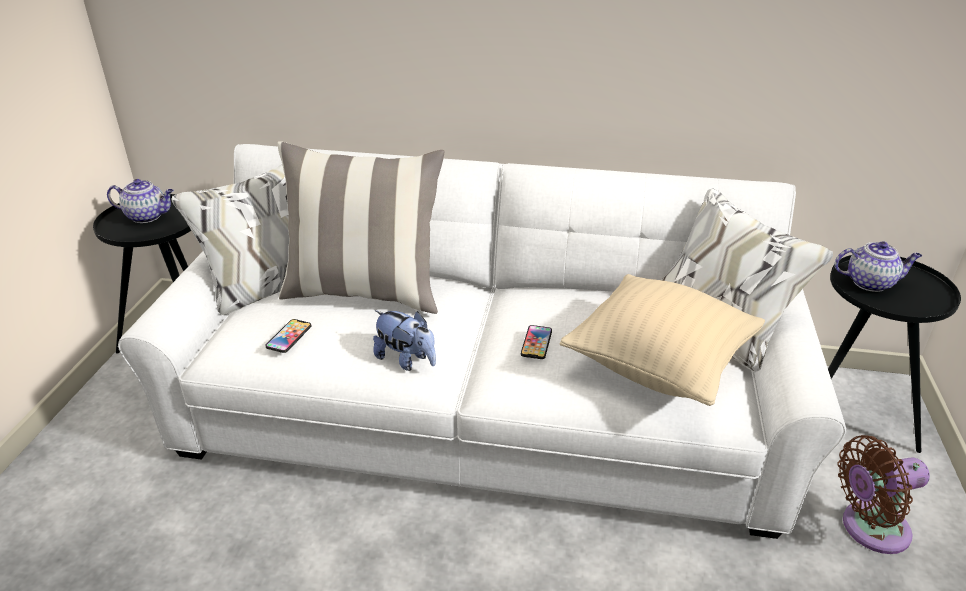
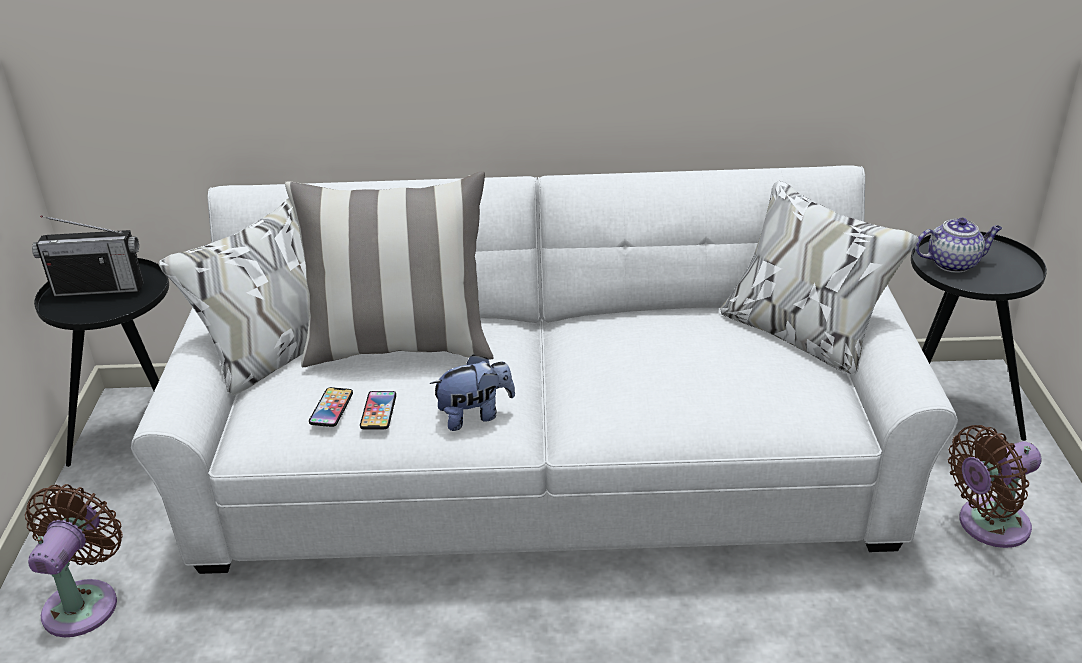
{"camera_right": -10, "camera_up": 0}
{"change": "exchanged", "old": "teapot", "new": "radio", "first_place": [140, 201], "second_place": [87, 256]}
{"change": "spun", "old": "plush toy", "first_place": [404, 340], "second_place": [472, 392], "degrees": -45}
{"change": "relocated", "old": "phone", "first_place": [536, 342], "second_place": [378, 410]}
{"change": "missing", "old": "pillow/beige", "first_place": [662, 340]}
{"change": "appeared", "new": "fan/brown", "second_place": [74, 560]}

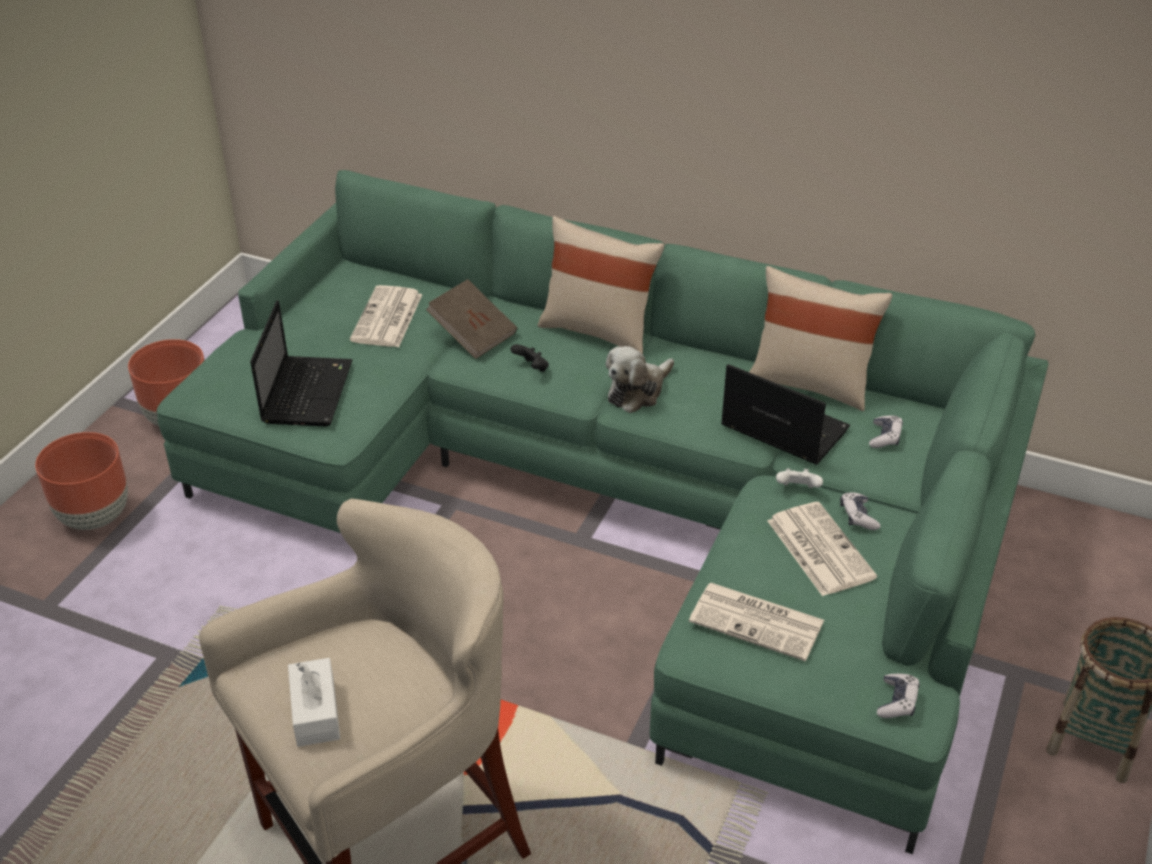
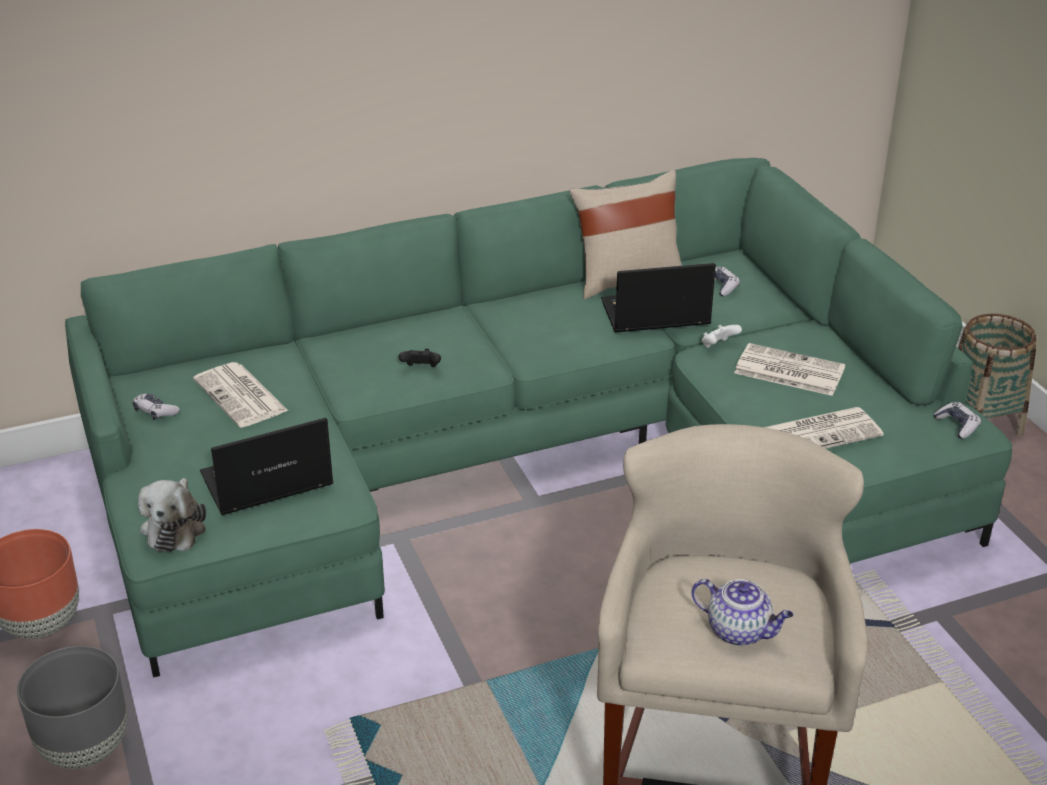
{"camera_right": -45, "camera_up": -5}
{"change": "colour", "old": "planter/brown", "new": "planter/grey", "first_place": [81, 481], "second_place": [72, 707]}
{"change": "spun", "old": "laptop", "first_place": [301, 363], "second_place": [267, 466], "degrees": -75}
{"change": "exchanged", "old": "tissue box/white", "new": "teapot", "first_place": [314, 702], "second_place": [742, 612]}
{"change": "missing", "old": "book/brown", "first_place": [471, 319]}
{"change": "missing", "old": "pillow/beige", "first_place": [601, 285]}
{"change": "relocated", "old": "plush toy", "first_place": [640, 379], "second_place": [172, 515]}
{"change": "relocated", "old": "game controller", "first_place": [860, 511], "second_place": [156, 407]}

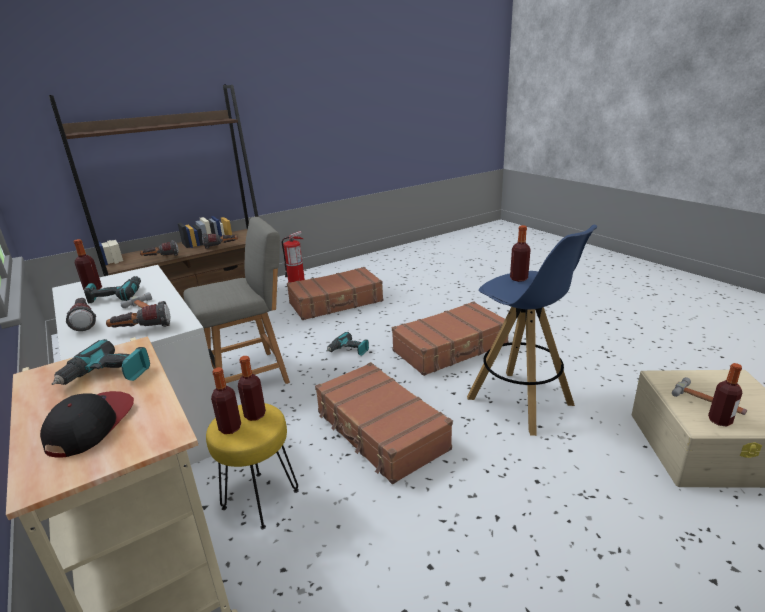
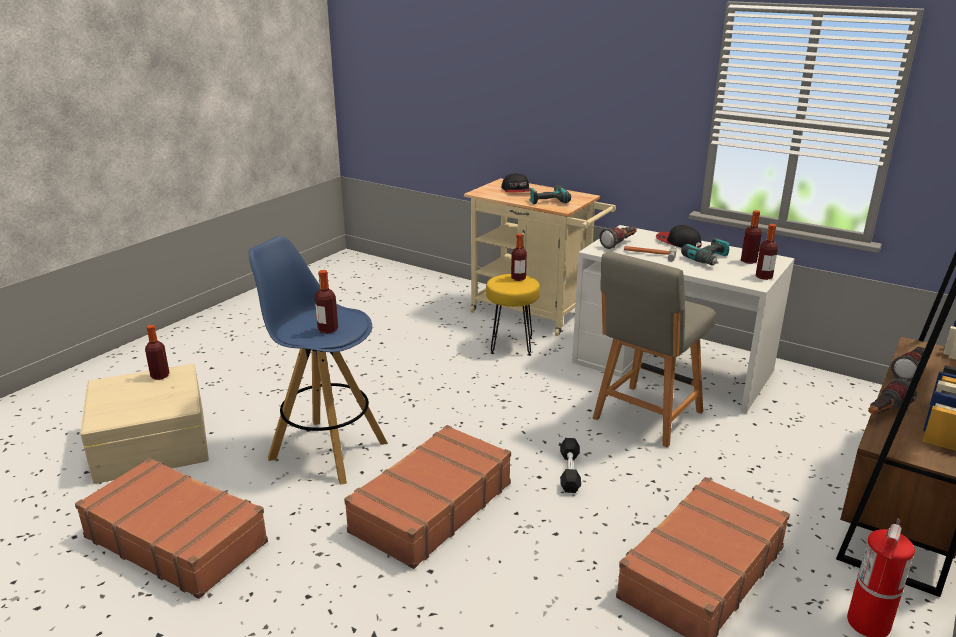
{"camera_right": 155, "camera_up": 0}
{"change": "exchanged", "old": "flashlight", "new": "cap", "first_place": [81, 314], "second_place": [678, 236]}
{"change": "relocated", "old": "bottle", "first_place": [252, 388], "second_place": [767, 252]}
{"change": "relocated", "old": "suitcase/brown", "first_place": [384, 423], "second_place": [171, 528]}
{"change": "exchanged", "old": "power drill", "new": "dumbbell/black", "first_place": [348, 344], "second_place": [570, 465]}
{"change": "missing", "old": "hammer", "first_place": [709, 396]}

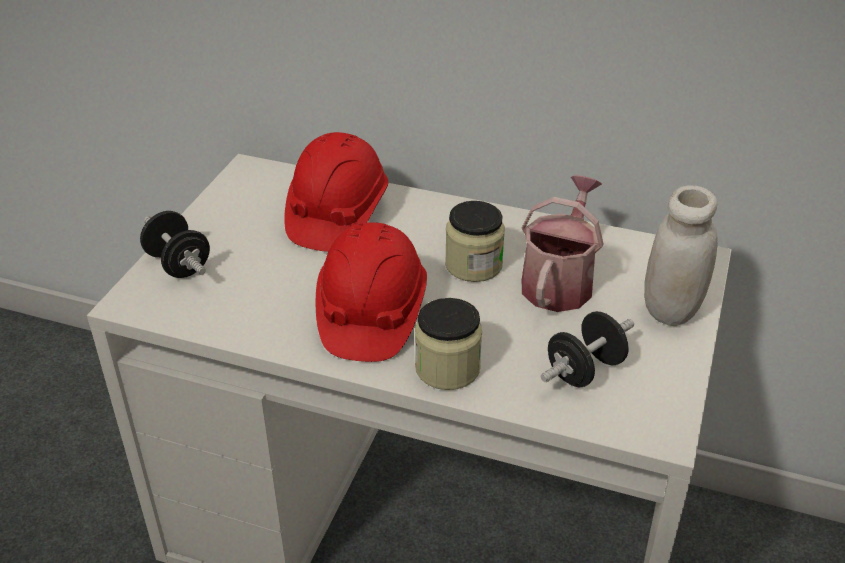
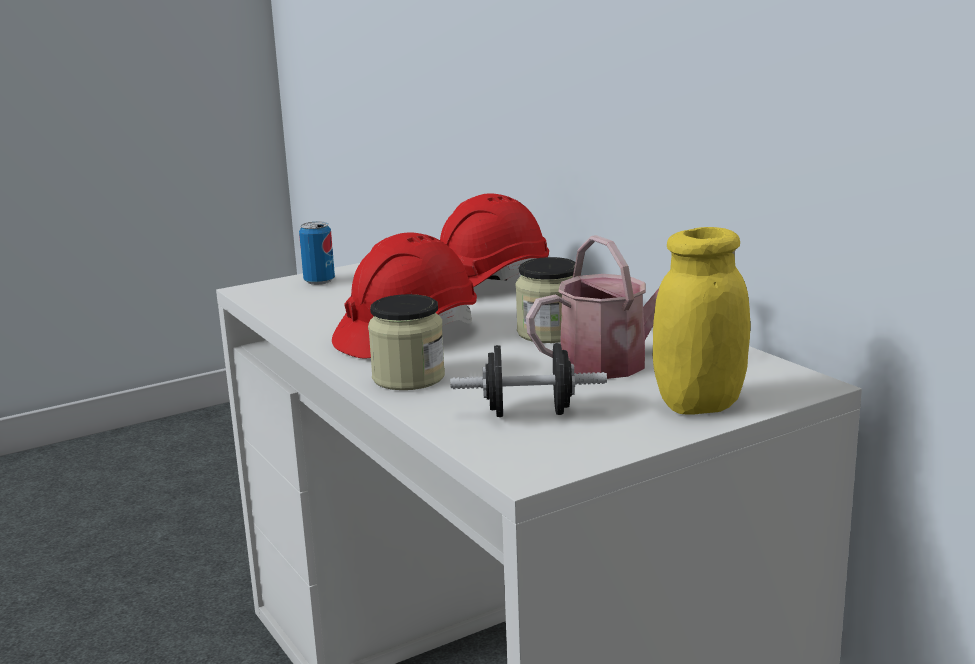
{"camera_right": 40, "camera_up": -20}
{"change": "exchanged", "old": "dumbbell/black", "new": "can", "first_place": [175, 244], "second_place": [317, 253]}
{"change": "colour", "old": "jar/white", "new": "jar/yellow", "first_place": [681, 255], "second_place": [701, 321]}

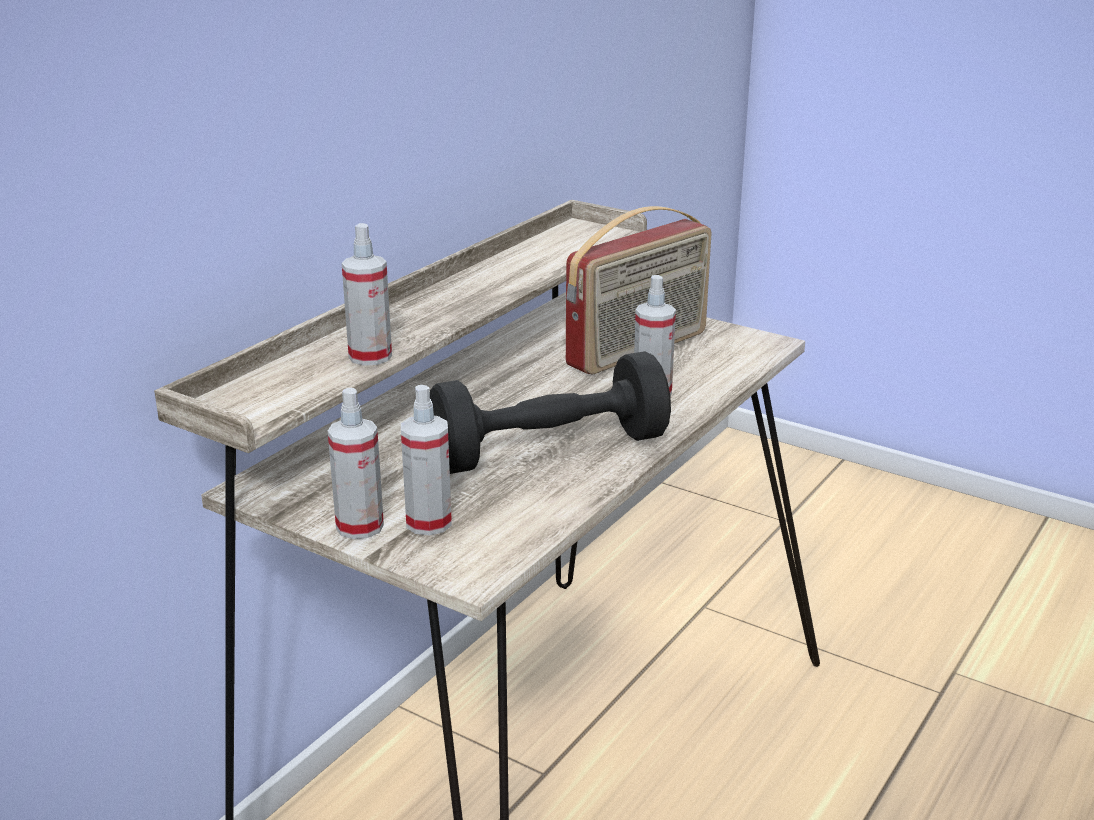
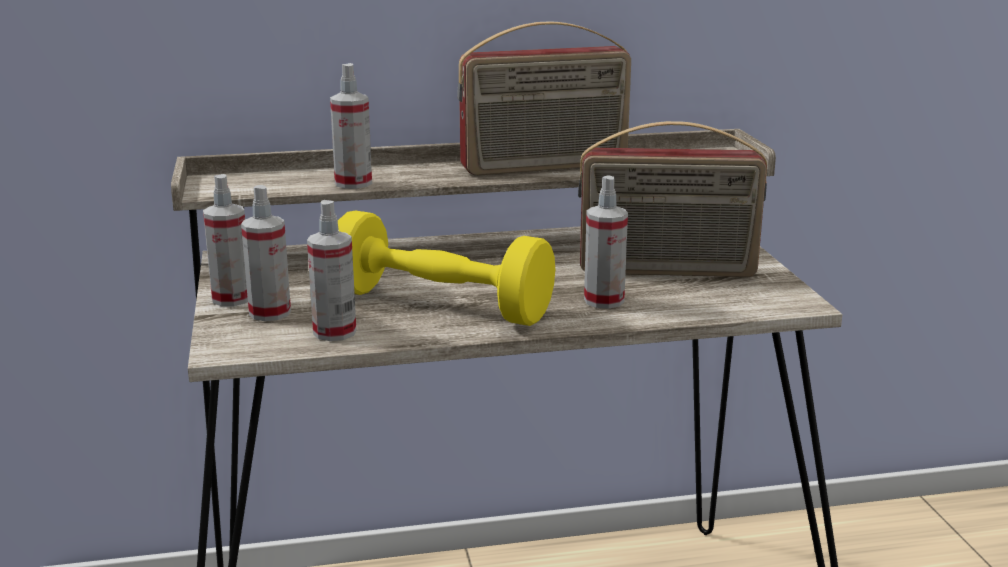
{"camera_right": 45, "camera_up": -5}
{"change": "colour", "old": "dumbbell/black", "new": "dumbbell/yellow", "first_place": [550, 412], "second_place": [446, 268]}
{"change": "appeared", "new": "spray bottle", "second_place": [331, 270]}
{"change": "appeared", "new": "radio", "second_place": [544, 98]}

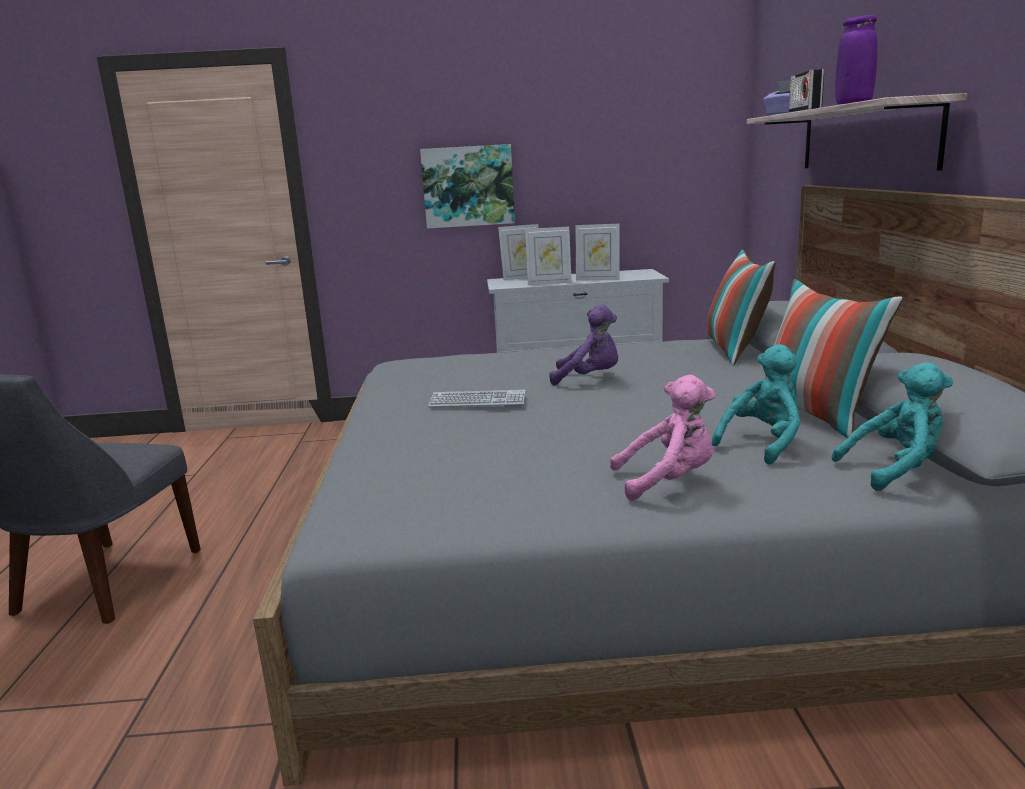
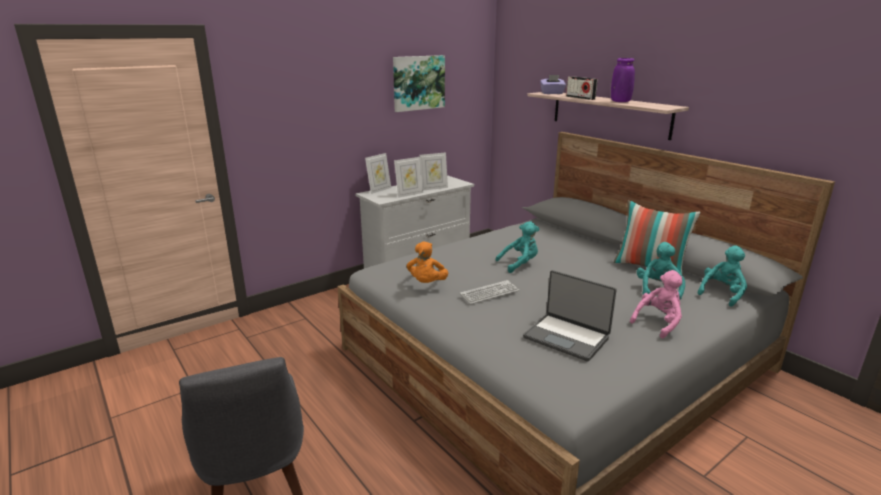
{"camera_right": -35, "camera_up": 5}
{"change": "relocated", "old": "picture", "first_place": [467, 186], "second_place": [419, 83]}
{"change": "colour", "old": "plush toy/purple", "new": "plush toy/turquoise", "first_place": [584, 344], "second_place": [517, 247]}
{"change": "missing", "old": "pillow", "first_place": [741, 307]}
{"change": "appeared", "new": "plush toy/orange", "second_place": [427, 262]}
{"change": "appeared", "new": "laptop", "second_place": [570, 316]}

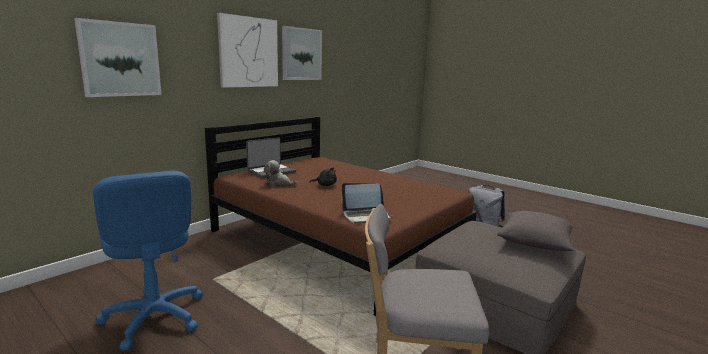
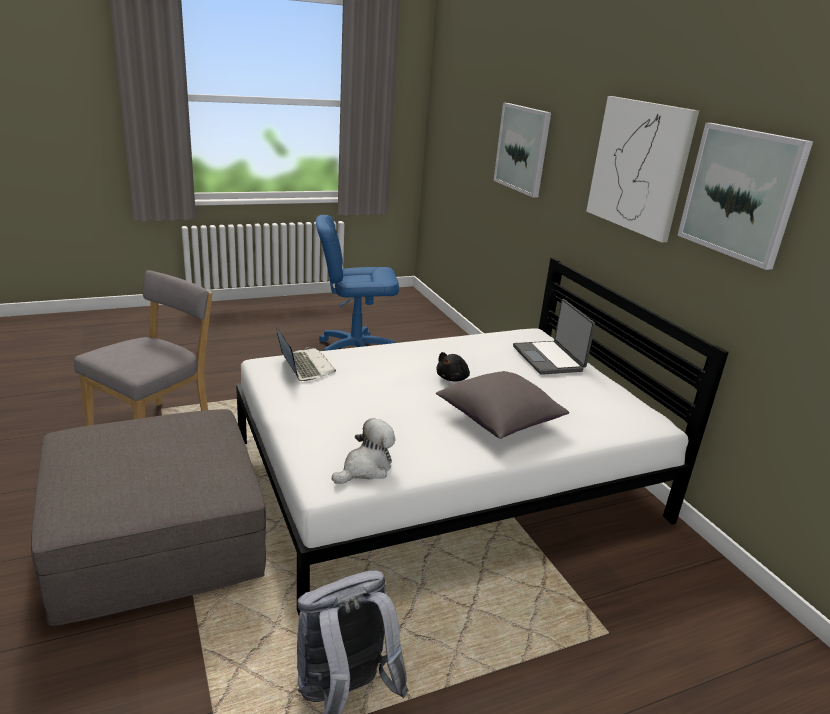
{"camera_right": 115, "camera_up": 10}
{"change": "colour", "old": "bed/brown", "new": "bed/white", "first_place": [341, 216], "second_place": [482, 436]}
{"change": "relocated", "old": "plush toy", "first_place": [281, 173], "second_place": [363, 451]}
{"change": "spun", "old": "laptop", "first_place": [366, 203], "second_place": [306, 354], "degrees": 135}
{"change": "relocated", "old": "pillow/grey", "first_place": [536, 231], "second_place": [502, 405]}

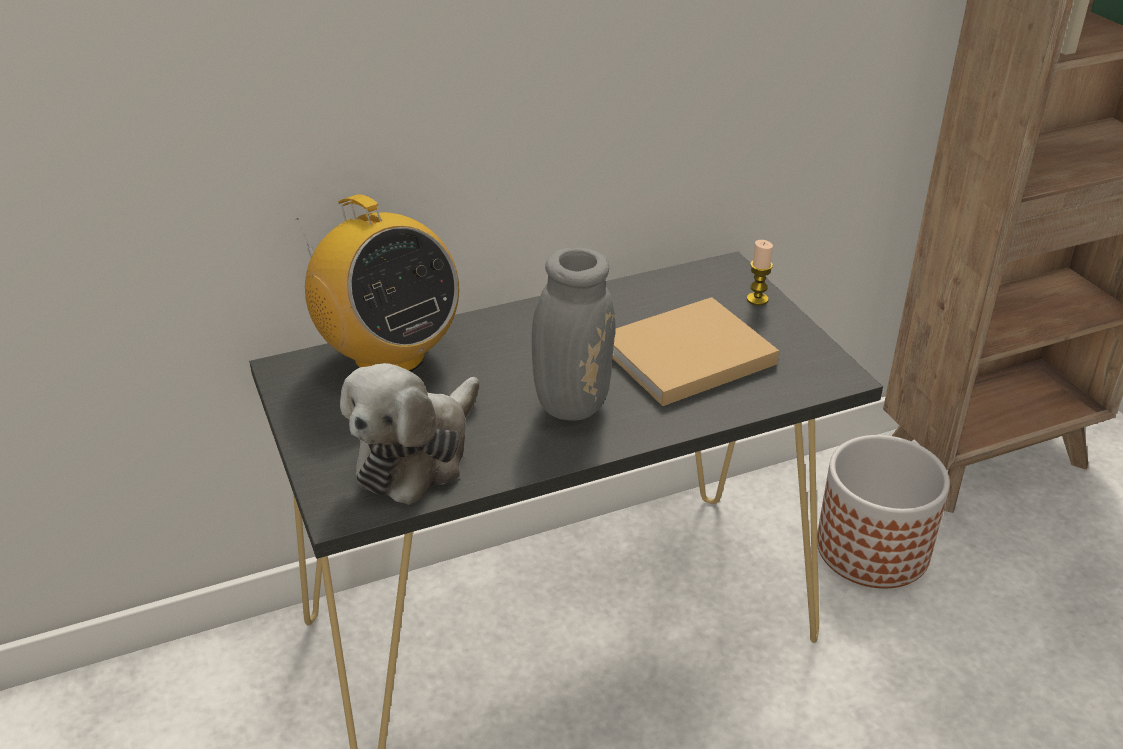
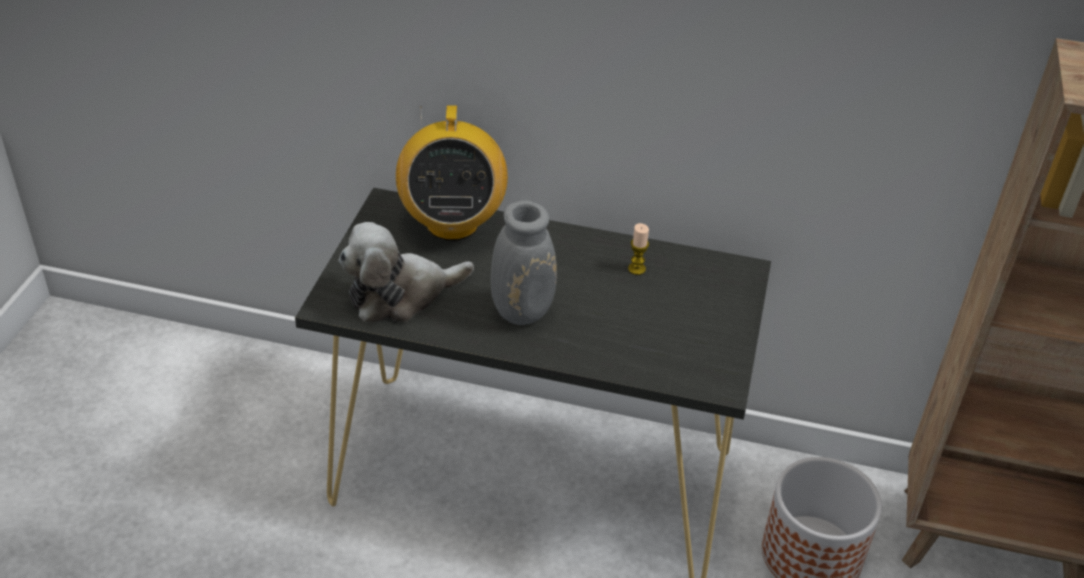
{"camera_right": 35, "camera_up": 5}
{"change": "missing", "old": "book/beige", "first_place": [695, 351]}
{"change": "relocated", "old": "candle", "first_place": [760, 273], "second_place": [638, 249]}

